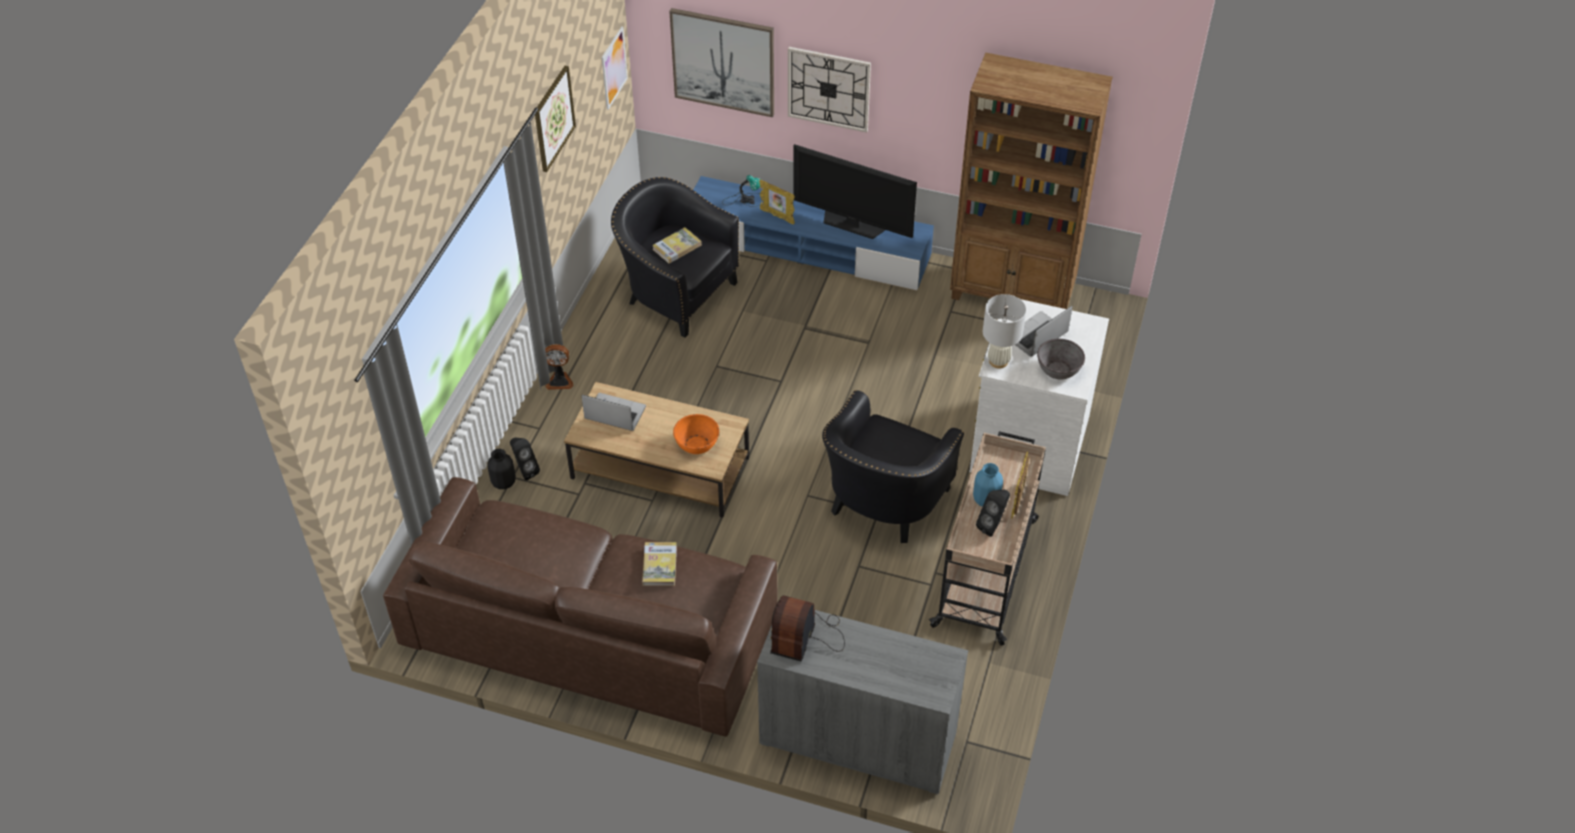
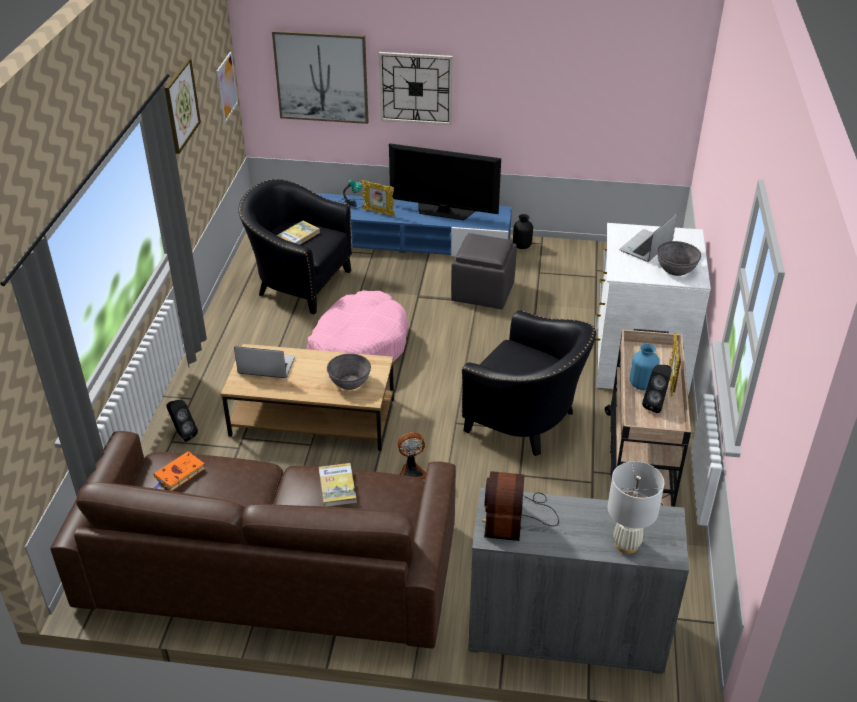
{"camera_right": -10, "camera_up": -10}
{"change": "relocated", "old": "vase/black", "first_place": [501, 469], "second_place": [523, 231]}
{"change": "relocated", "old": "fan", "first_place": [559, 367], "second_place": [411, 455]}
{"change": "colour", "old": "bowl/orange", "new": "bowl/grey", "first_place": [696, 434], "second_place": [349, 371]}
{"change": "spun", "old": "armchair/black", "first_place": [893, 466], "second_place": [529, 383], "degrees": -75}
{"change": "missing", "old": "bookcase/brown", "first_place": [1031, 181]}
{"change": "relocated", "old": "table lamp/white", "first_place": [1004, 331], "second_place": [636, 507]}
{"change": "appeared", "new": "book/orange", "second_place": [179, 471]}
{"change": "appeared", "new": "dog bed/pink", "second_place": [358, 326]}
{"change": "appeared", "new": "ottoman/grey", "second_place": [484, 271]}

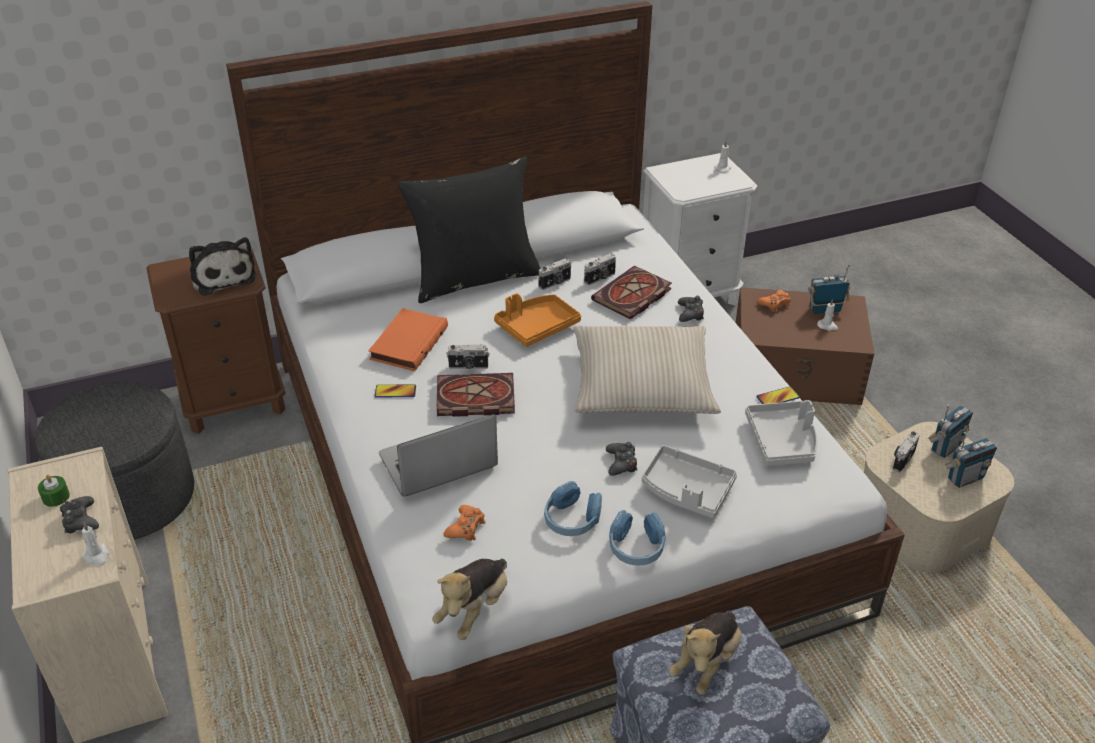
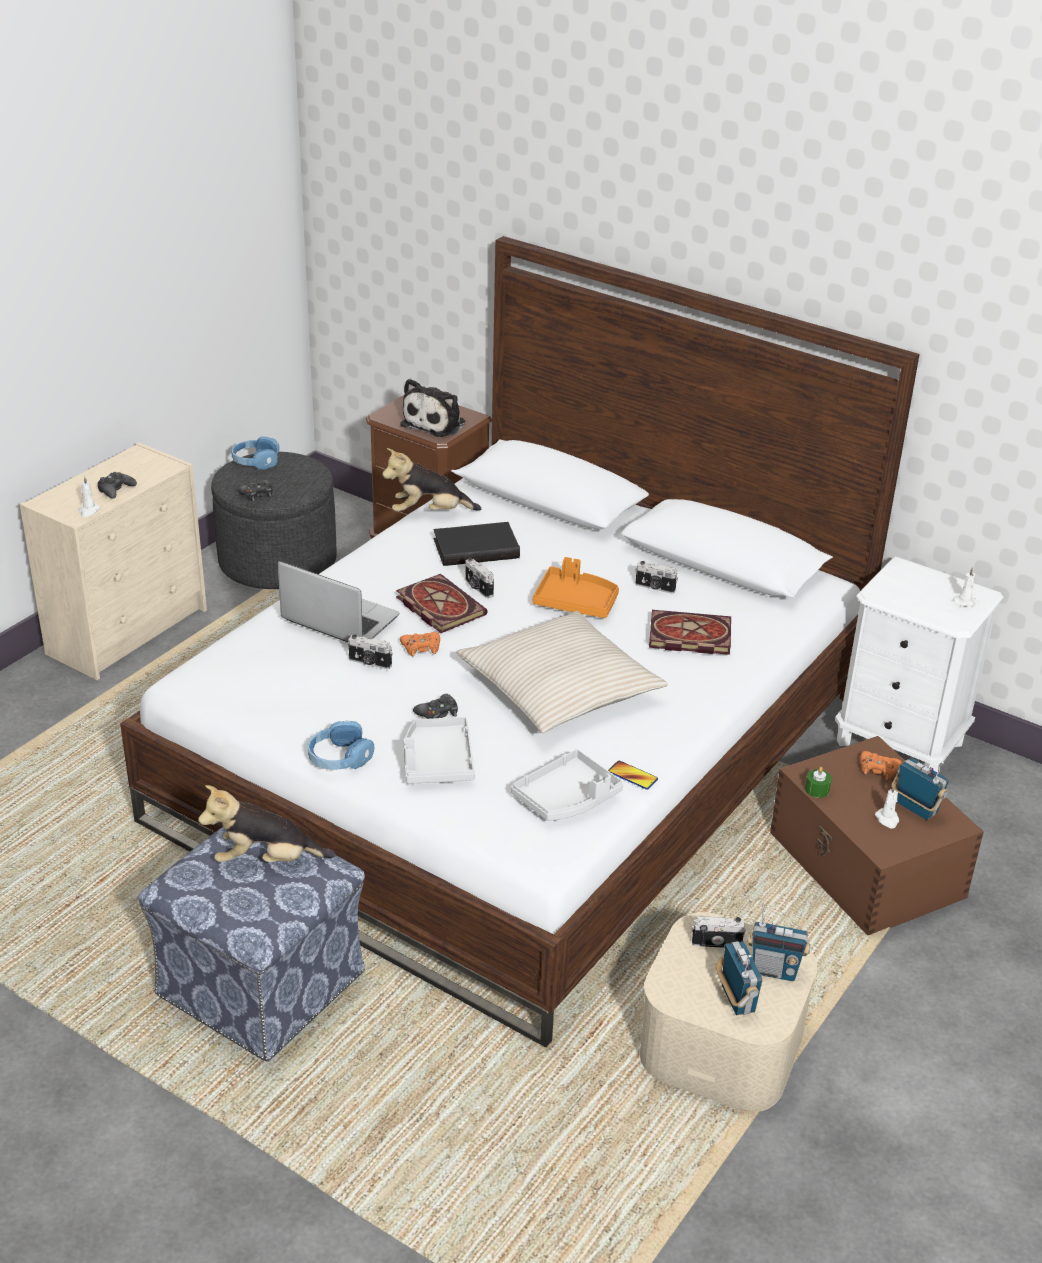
{"camera_right": 55, "camera_up": -5}
{"change": "relocated", "old": "candle/green", "first_place": [54, 491], "second_place": [818, 782]}
{"change": "colour", "old": "book/orange", "new": "book/black", "first_place": [408, 340], "second_place": [476, 544]}
{"change": "missing", "old": "phone", "first_place": [395, 391]}
{"change": "missing", "old": "pillow/black", "first_place": [469, 230]}
{"change": "relocated", "old": "plush toy", "first_place": [469, 599], "second_place": [431, 480]}
{"change": "relocated", "old": "game controller/orange", "first_place": [464, 523], "second_place": [420, 644]}
{"change": "relocated", "old": "headphones/blue", "first_place": [573, 508], "second_place": [255, 452]}
{"change": "relocated", "old": "photo camera", "first_place": [600, 269], "second_place": [370, 652]}
{"change": "relocated", "old": "game controller/black", "first_place": [691, 309], "second_place": [255, 490]}
{"change": "spun", "old": "radio", "first_place": [971, 460], "second_place": [738, 978], "degrees": -135}

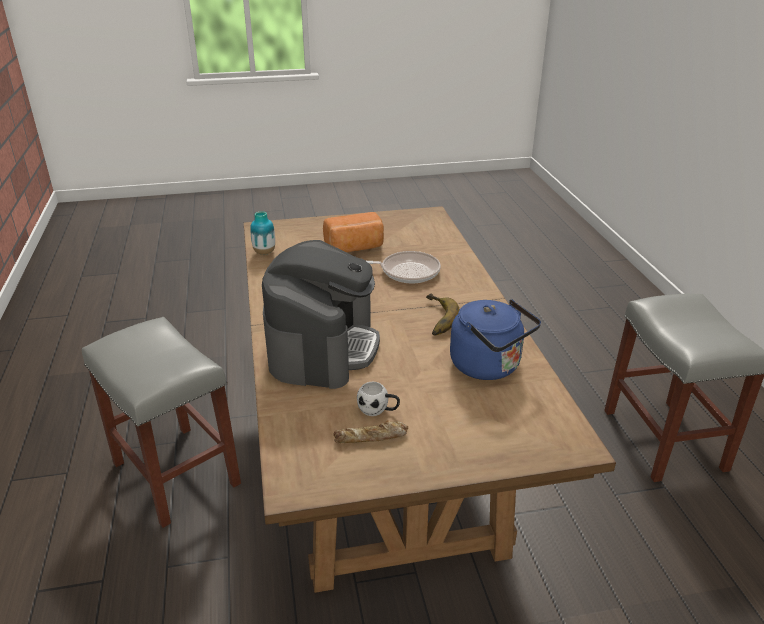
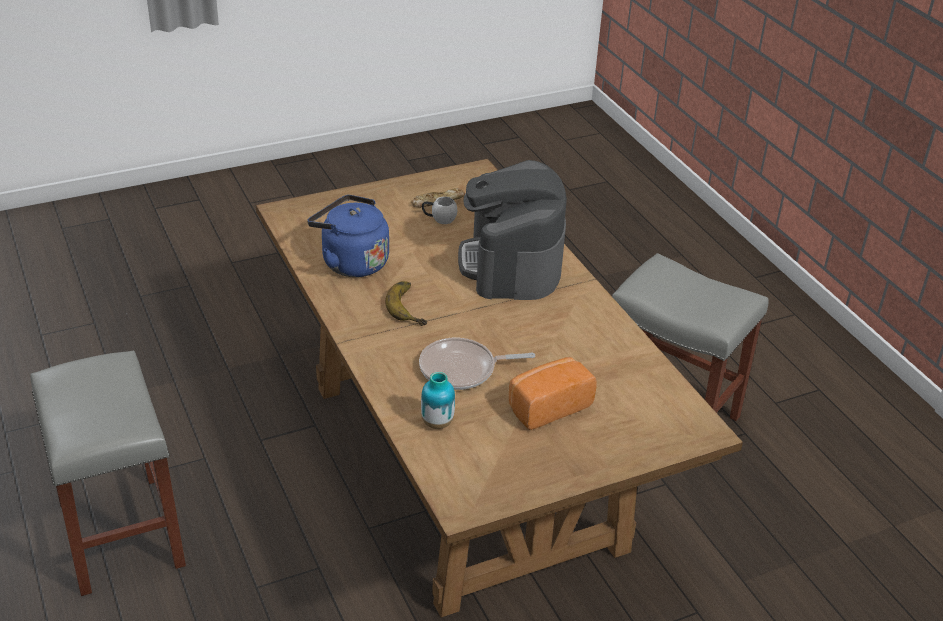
{"camera_right": 165, "camera_up": 5}
{"change": "relocated", "old": "vase", "first_place": [262, 233], "second_place": [438, 400]}

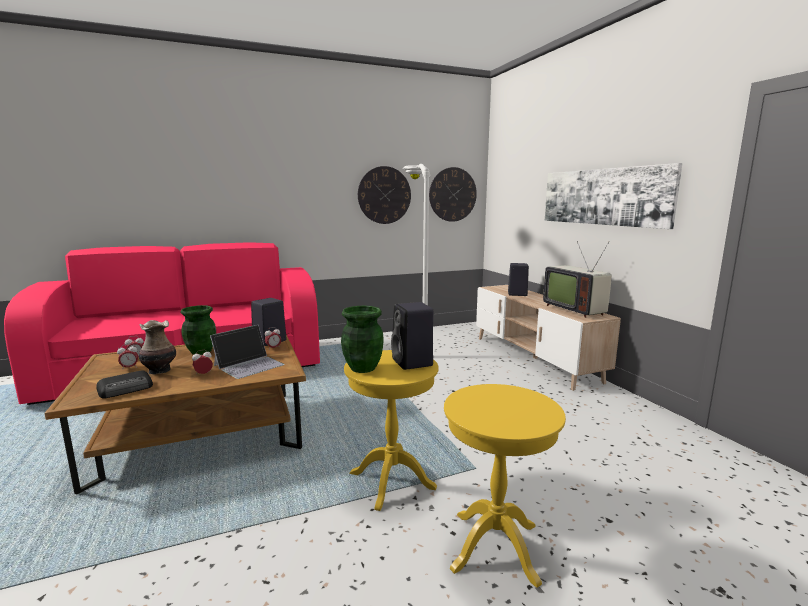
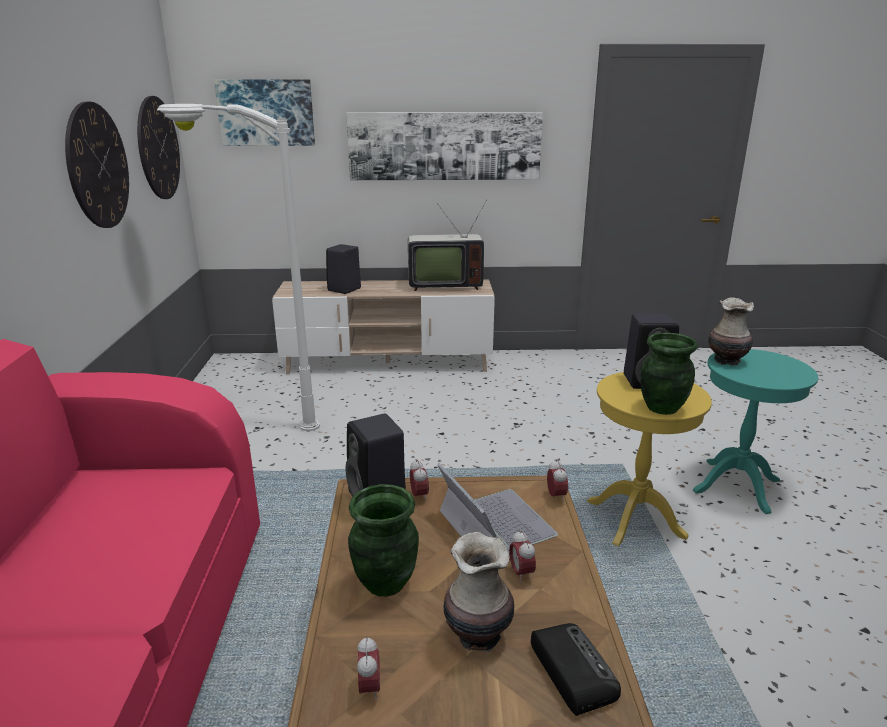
{"camera_right": -70, "camera_up": 10}
{"change": "relocated", "old": "alarm clock", "first_place": [127, 357], "second_place": [557, 480]}
{"change": "colour", "old": "side table/yellow", "new": "side table/turquoise", "first_place": [505, 486], "second_place": [755, 431]}
{"change": "appeared", "new": "picture", "second_place": [264, 112]}
{"change": "appeared", "new": "vase", "second_place": [731, 331]}

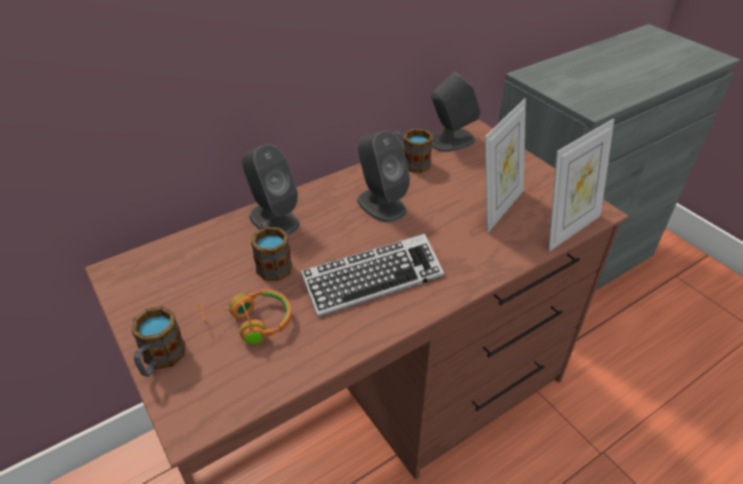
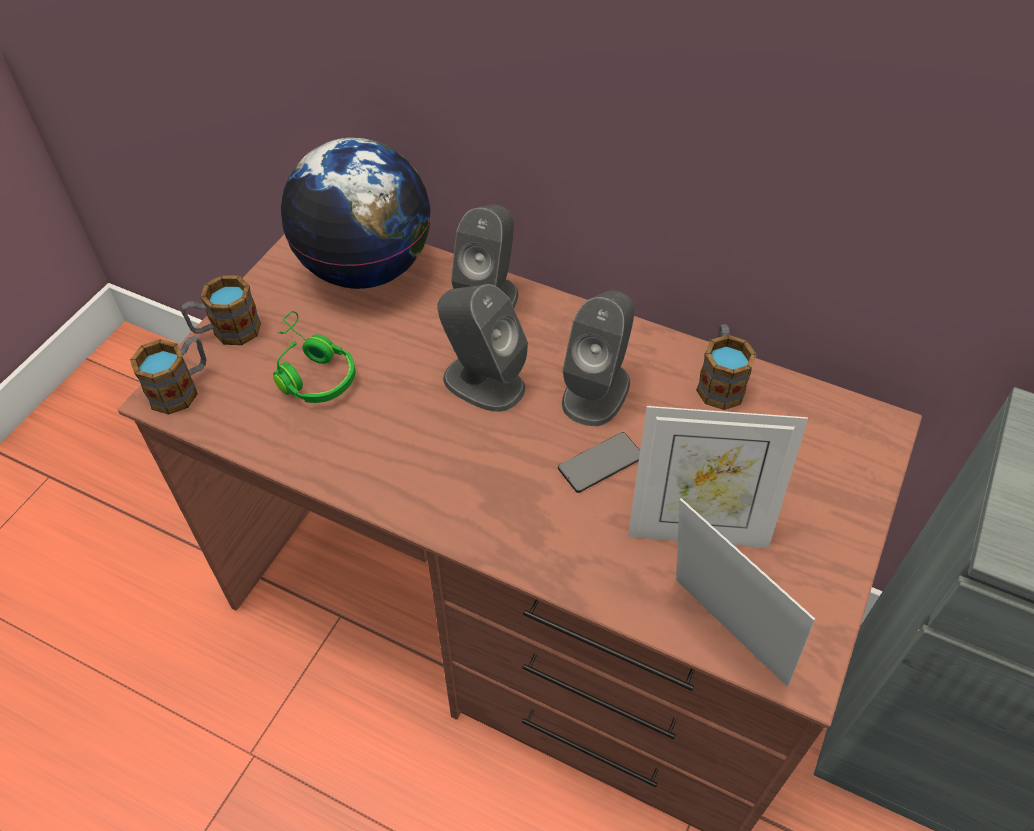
{"camera_right": 60, "camera_up": 10}
{"change": "colour", "old": "headphones/orange", "new": "headphones/green", "first_place": [245, 317], "second_place": [314, 357]}
{"change": "relocated", "old": "mug", "first_place": [271, 251], "second_place": [168, 375]}
{"change": "missing", "old": "keyboard", "first_place": [372, 275]}
{"change": "relocated", "old": "speaker/grey", "first_place": [456, 111], "second_place": [482, 348]}
{"change": "spun", "old": "picture frame", "first_place": [581, 185], "second_place": [745, 592], "degrees": -150}
{"change": "appeared", "new": "globe", "second_place": [356, 213]}
{"change": "appeared", "new": "phone", "second_place": [599, 462]}

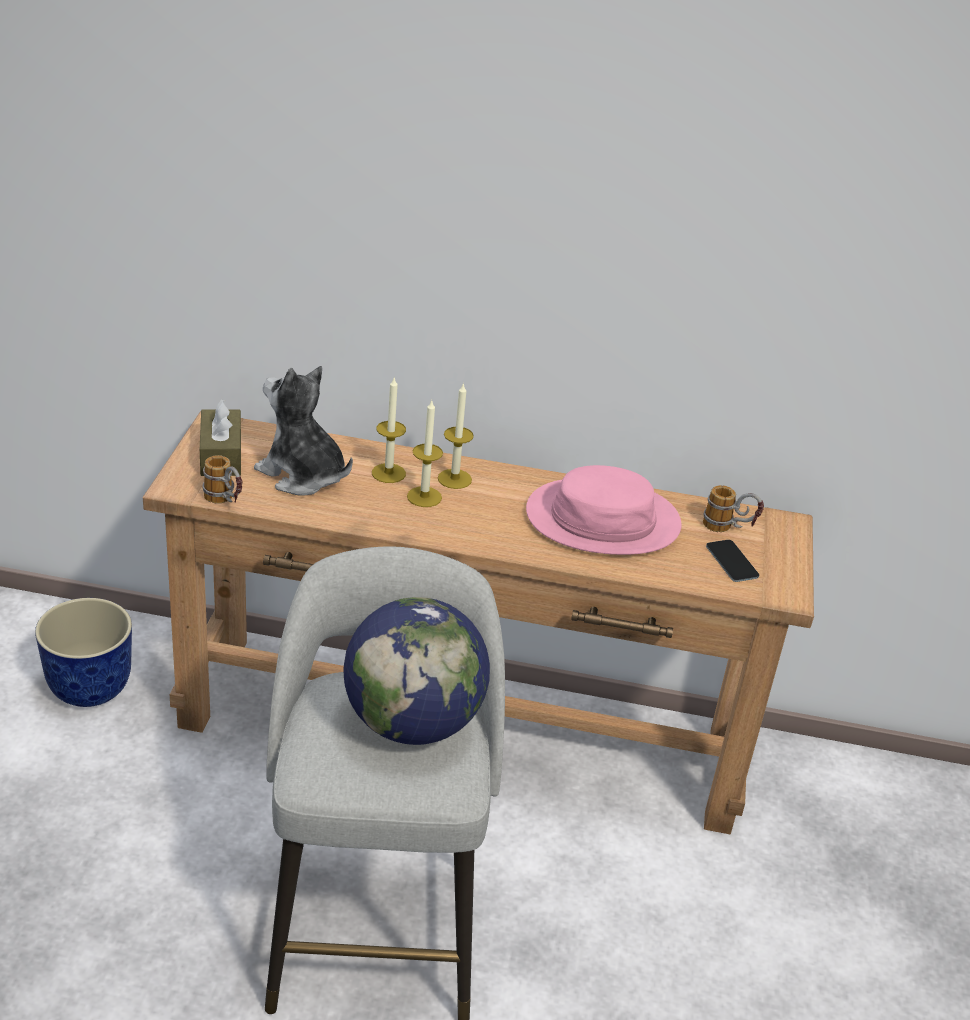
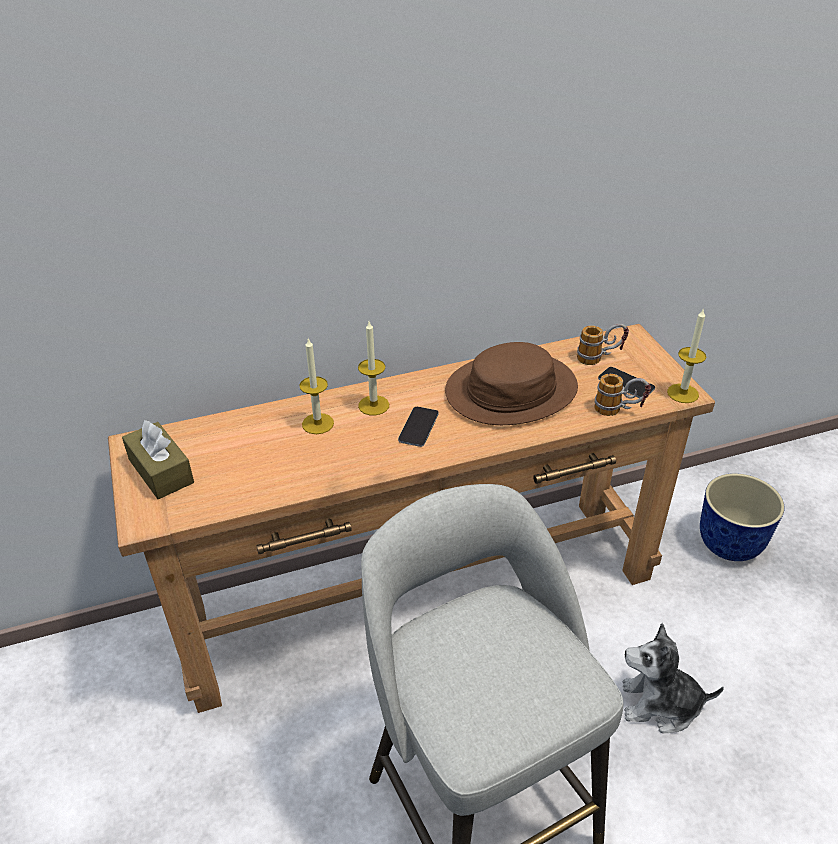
{"camera_right": -25, "camera_up": 5}
{"change": "relocated", "old": "planter", "first_place": [83, 652], "second_place": [742, 517]}
{"change": "relocated", "old": "mug", "first_place": [222, 479], "second_place": [622, 395]}
{"change": "relocated", "old": "plush toy", "first_place": [303, 431], "second_place": [673, 678]}
{"change": "missing", "old": "globe", "first_place": [416, 671]}
{"change": "relocated", "old": "candle", "first_place": [425, 454], "second_place": [686, 355]}
{"change": "colour", "old": "hat/pink", "new": "hat/brown", "first_place": [604, 510], "second_place": [511, 383]}
{"change": "appeared", "new": "phone", "second_place": [418, 427]}

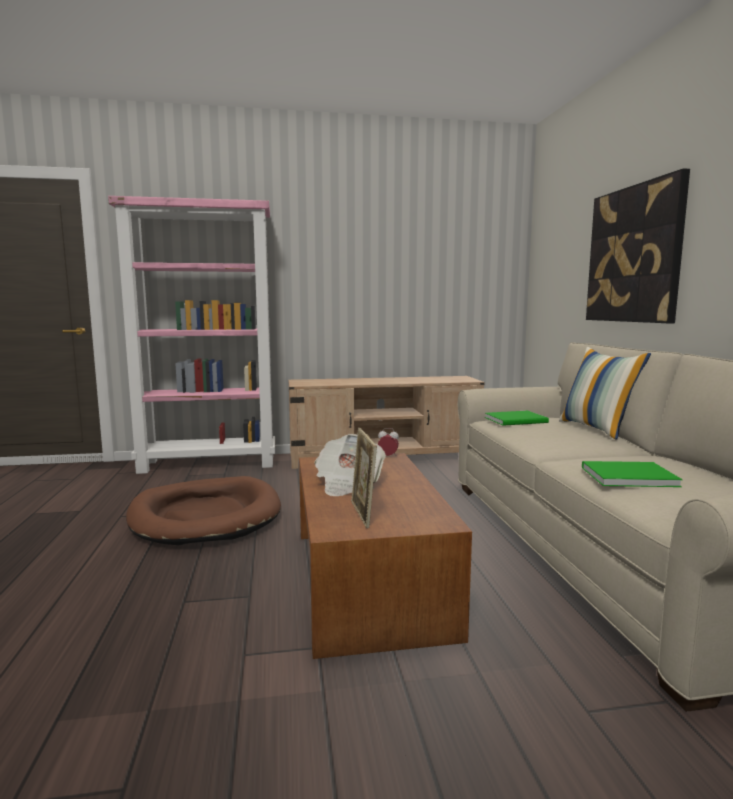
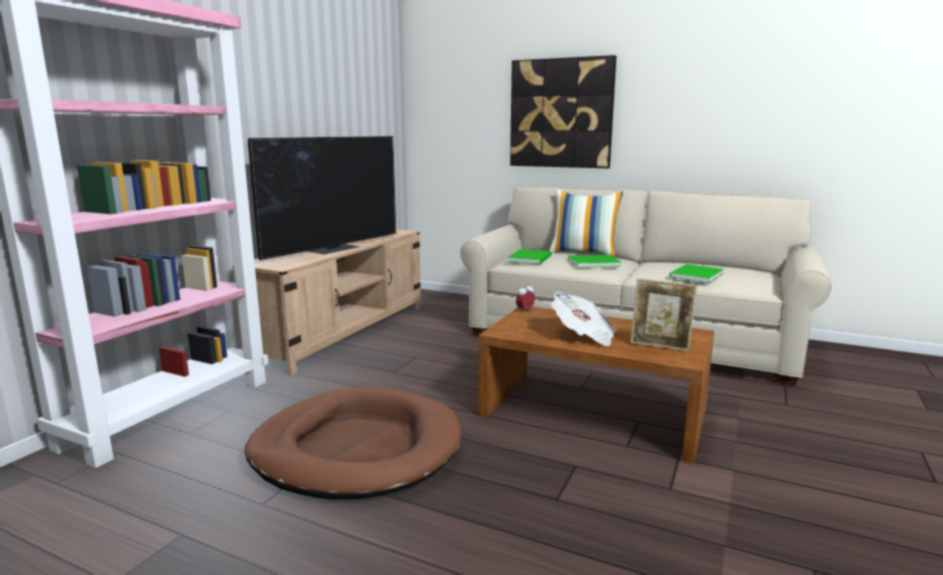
{"camera_right": -55, "camera_up": 5}
{"change": "appeared", "new": "television", "second_place": [322, 198]}
{"change": "appeared", "new": "book/green", "second_place": [594, 261]}

